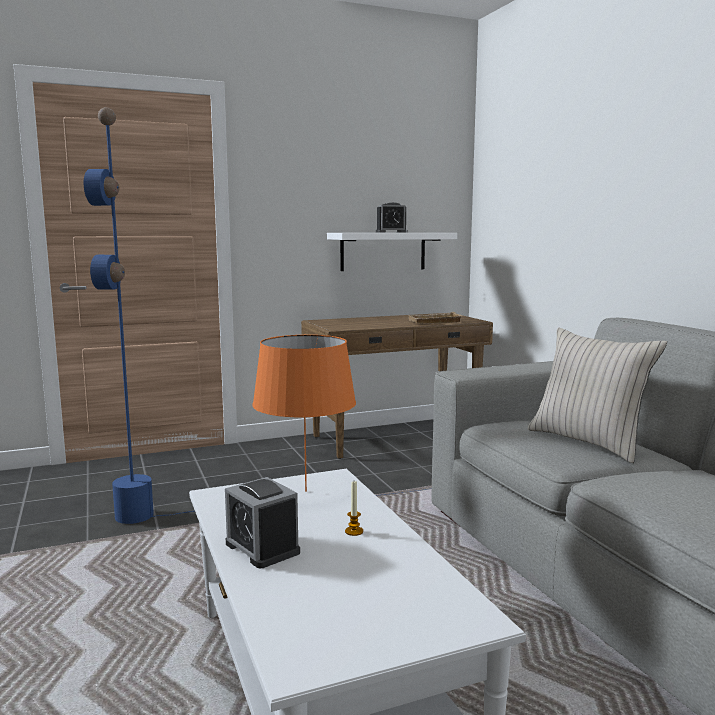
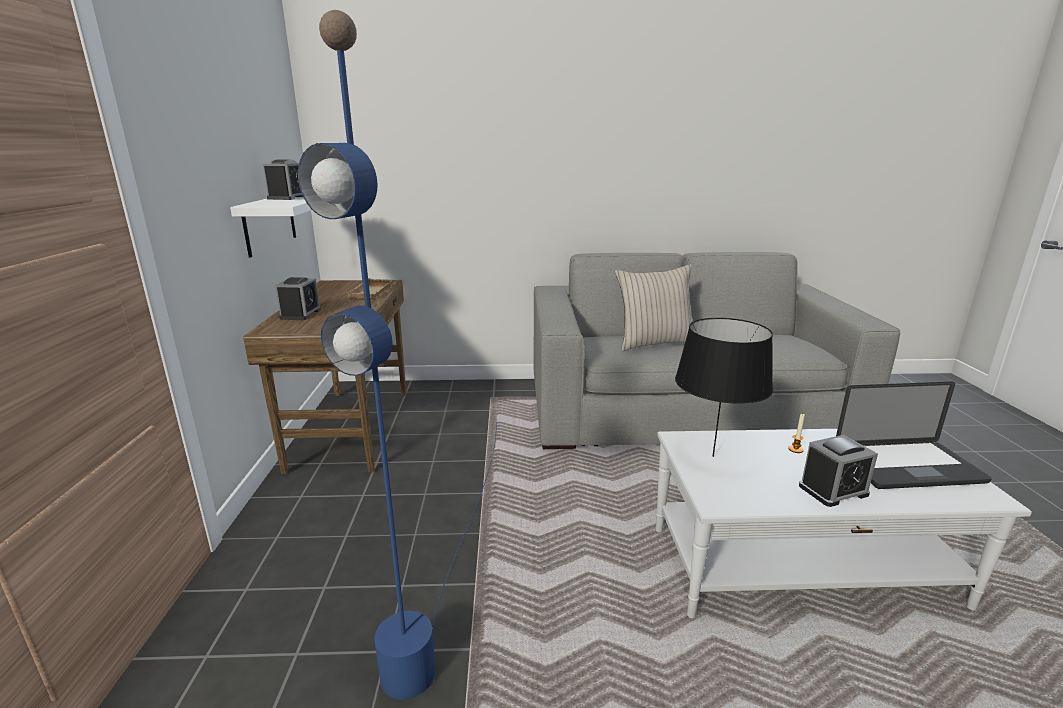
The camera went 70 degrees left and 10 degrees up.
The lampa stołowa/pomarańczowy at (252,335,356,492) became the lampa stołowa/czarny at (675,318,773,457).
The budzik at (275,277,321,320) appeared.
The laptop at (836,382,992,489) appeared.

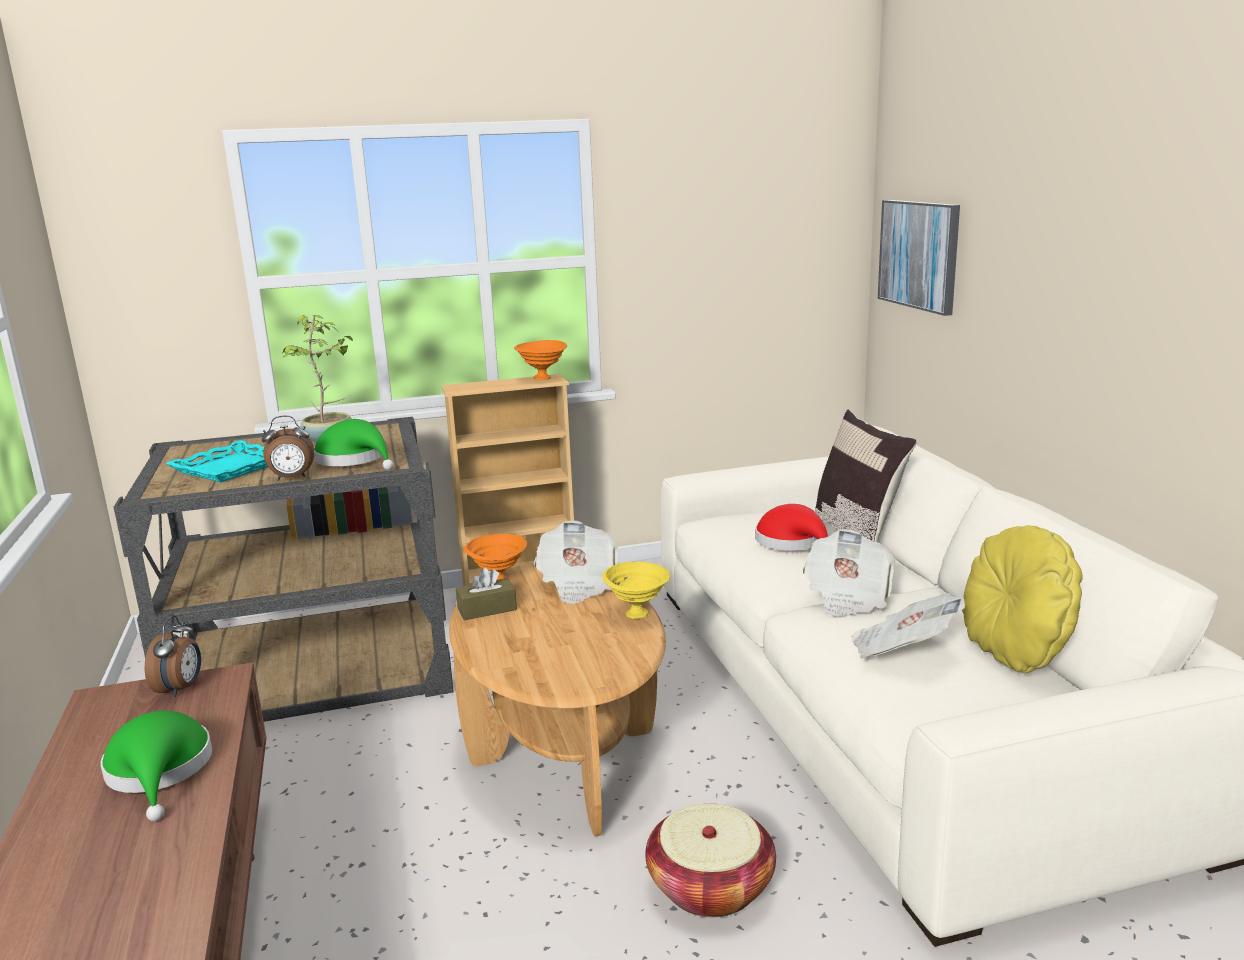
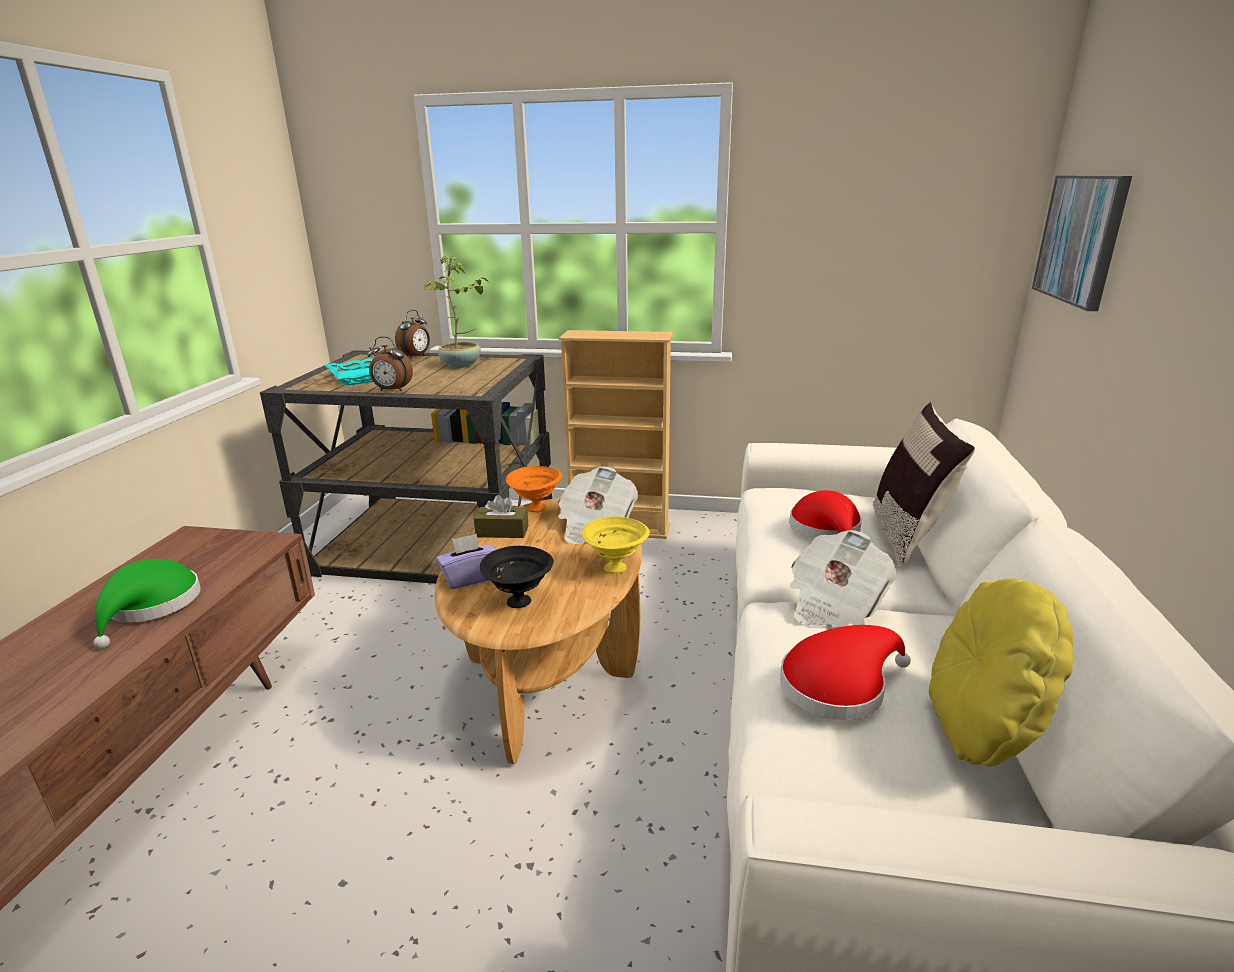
The camera went 25 degrees right and 5 degrees up.
The miska/pomarańczowy at (514,340,567,380) disappeared.
The kapelusz/zielony at (314,419,394,470) disappeared.
The gazeta at (851,593,965,658) was replaced by the kapelusz/czerwony at (780,625,911,720).
The budzik moved from (145,616,201,697) to (395,310,430,358).
The koszyk at (645,804,776,917) disappeared.
The pudełko chusteczek/fioletowy at (436,534,497,589) appeared.
The miska/czarny at (480,546,554,608) appeared.

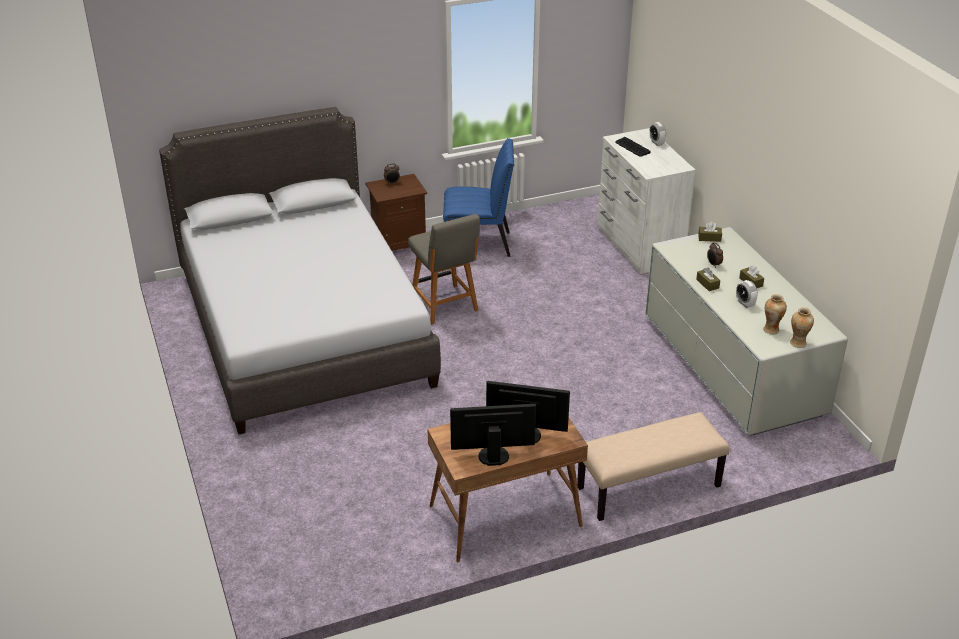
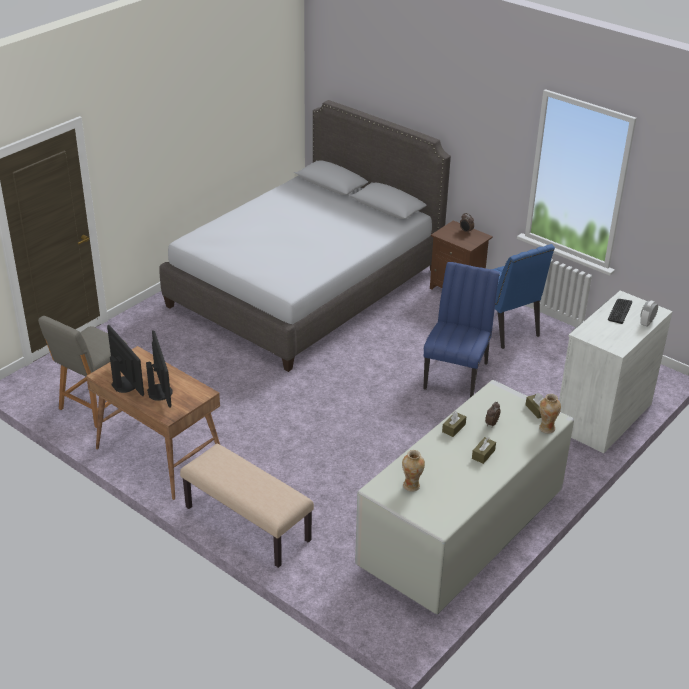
The camera went 60 degrees right and 0 degrees up.
The krzesło/szary moved from (408,214,480,324) to (38,316,127,428).
The budzik at (736,280,758,308) disappeared.
The wazon moved from (790,307,814,348) to (539,394,561,433).
The krzesło/niebieski at (423,262,500,398) appeared.

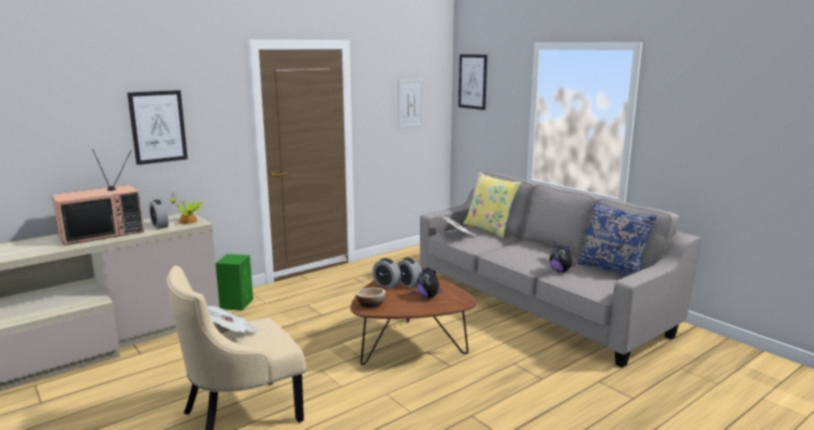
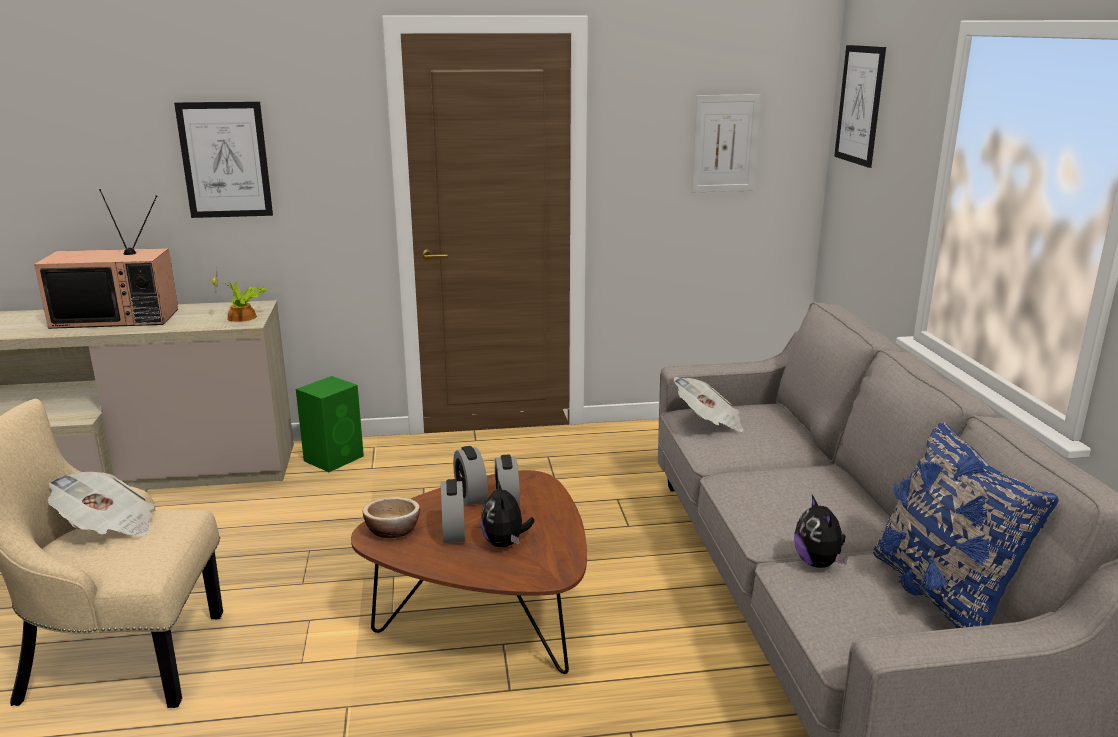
The camera went 30 degrees right and 5 degrees up.
The poduszka/żółty at (463,172,521,238) disappeared.
The budzik moved from (149,199,169,229) to (441,479,465,543).

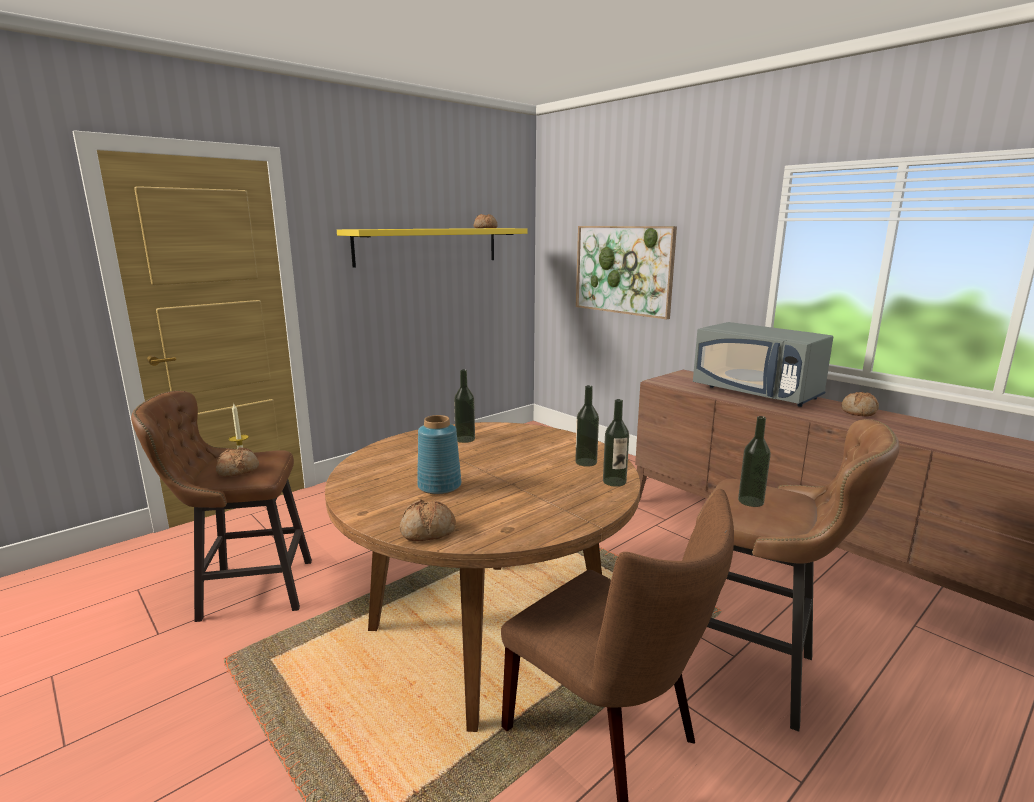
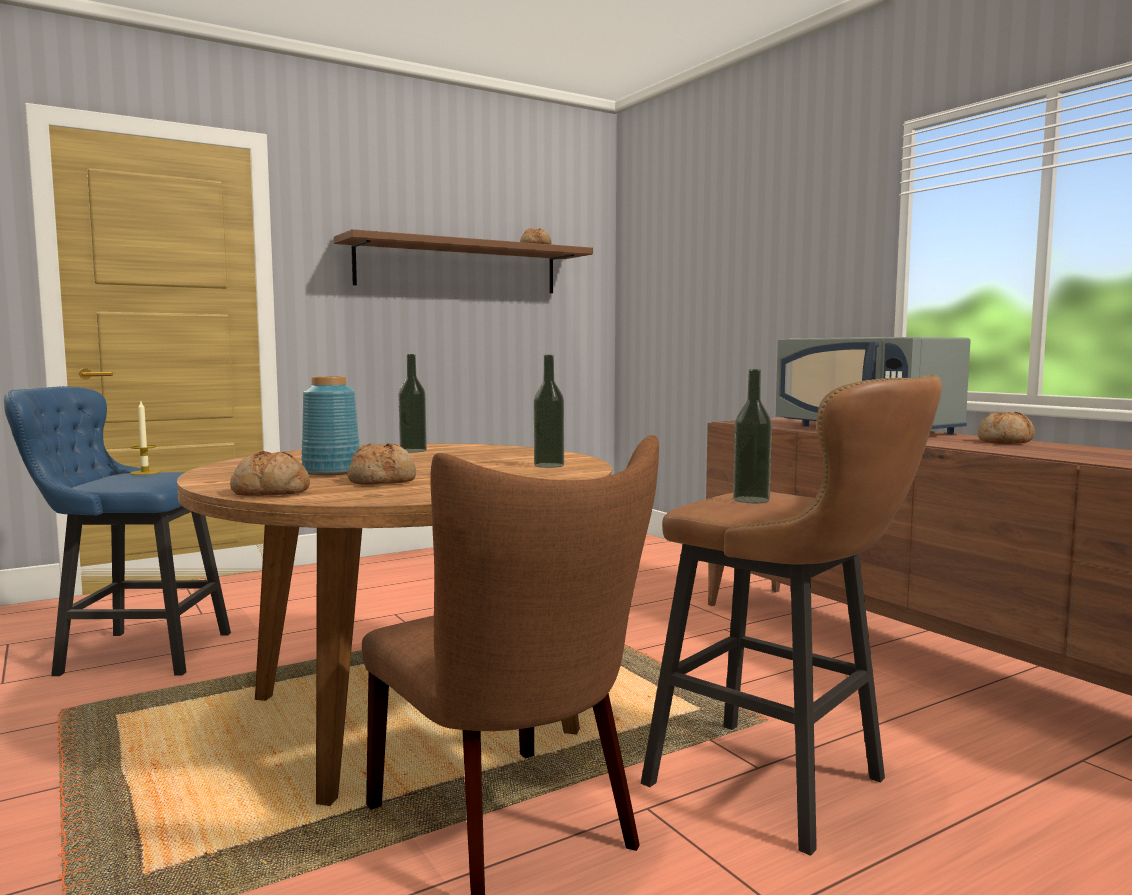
The camera went 10 degrees right and 10 degrees down.
The obraz at (576,226,677,319) disappeared.
The półka/żółty at (337,228,528,268) became the półka/brązowy at (334,229,593,293).
The stołek/brązowy at (131,391,312,622) became the stołek/niebieski at (4,386,231,676).
The butelka at (603,399,629,487) disappeared.
The chleb moved from (216,447,259,477) to (347,443,416,485).

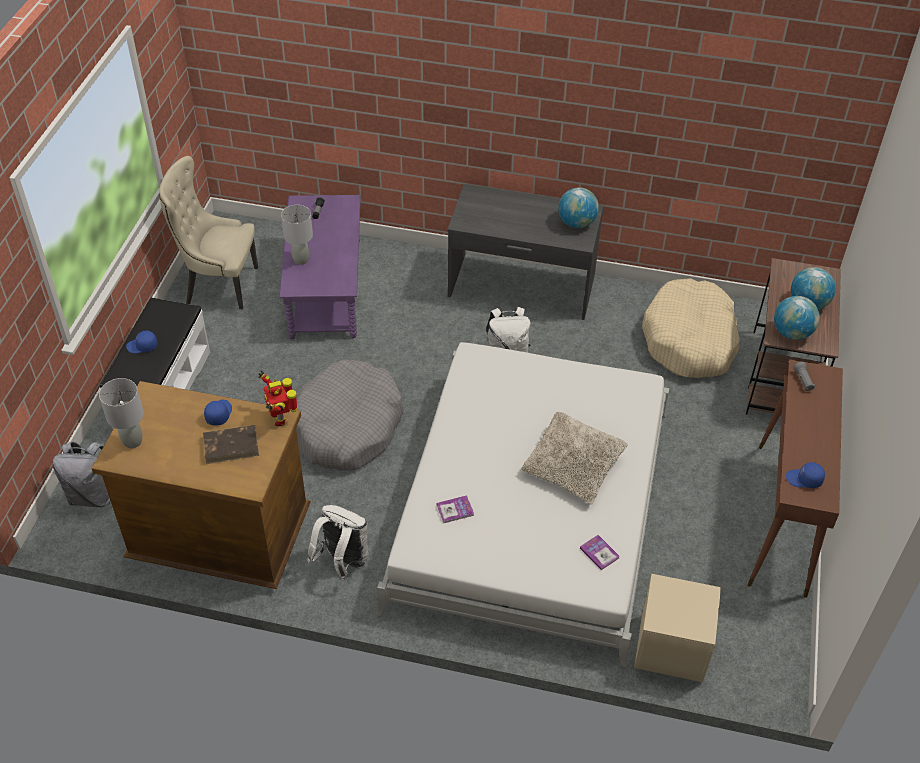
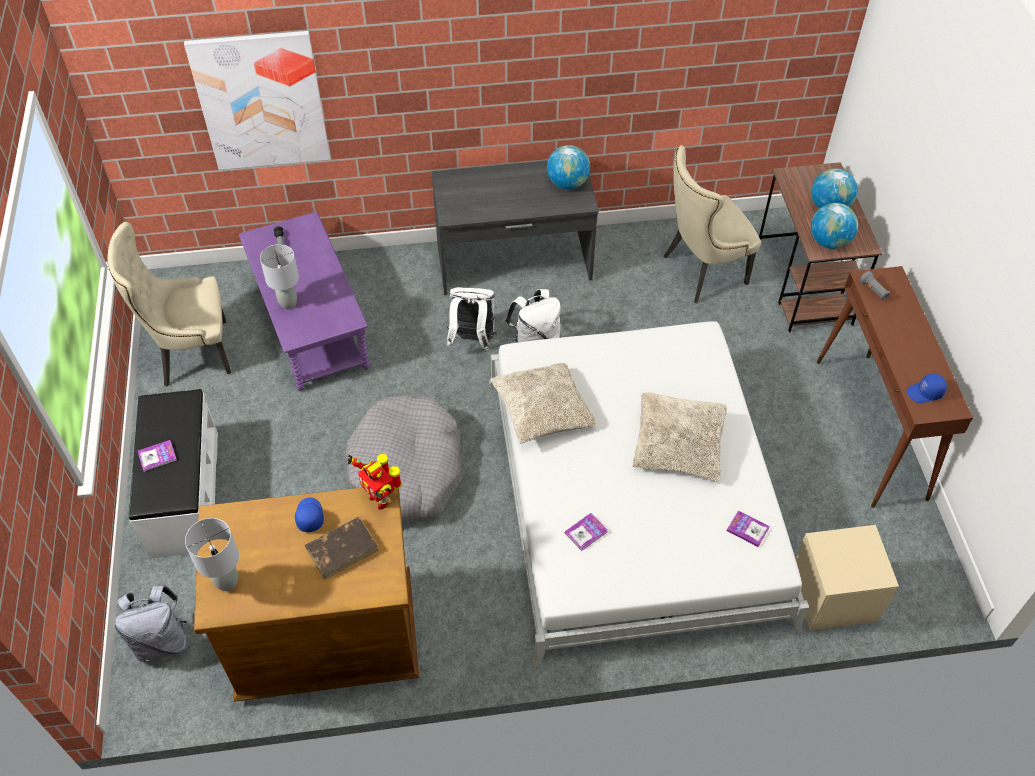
The camera went 20 degrees left and 5 degrees up.
The legowisko/beżowy at (642,278,740,378) was replaced by the krzesło/beżowy at (664,145,761,303).
The czapka z daszkiem/niebieski at (126,330,157,353) was replaced by the książka at (138,440,177,472).
The plecak/biały moved from (307,505,368,581) to (447,287,497,351).
The obraz at (184,31,330,170) appeared.
The poduszka/beżowy at (490,363,596,444) appeared.

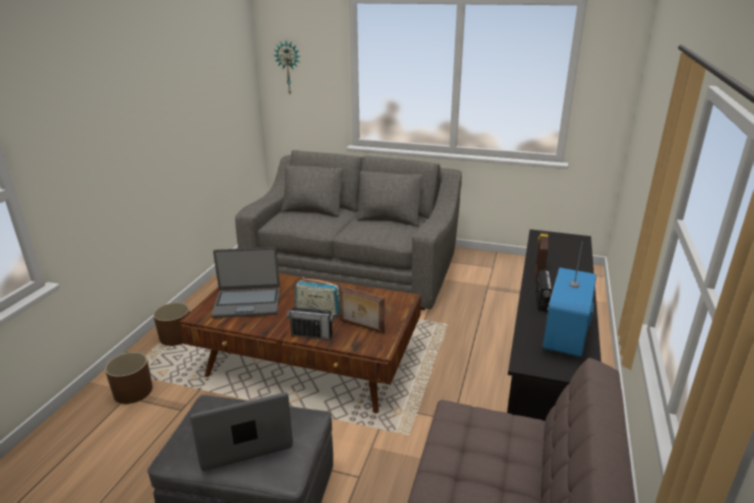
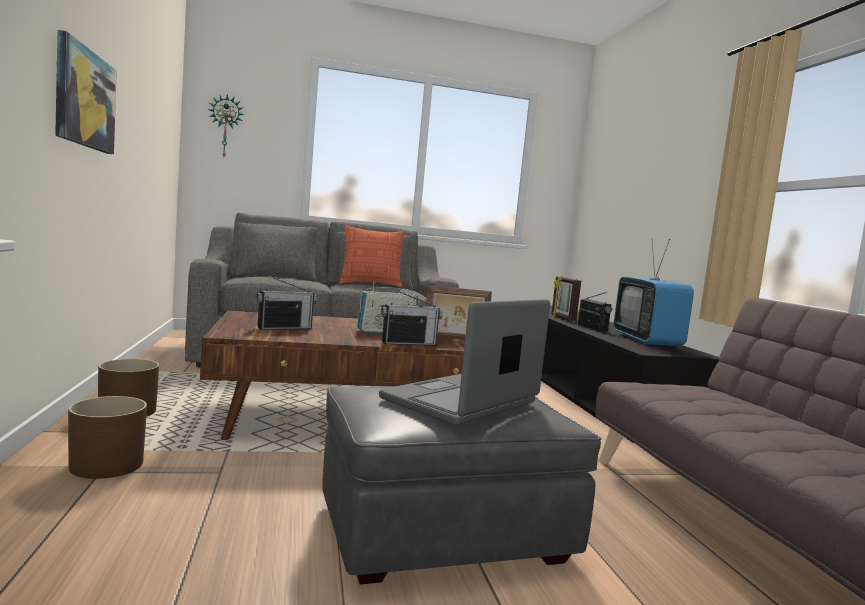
The camera went 30 degrees left and 20 degrees down.
The laptop at (211,247,280,318) was replaced by the radio at (256,275,317,329).
The obraz at (55,30,117,154) appeared.
The poduszka/pomarańczowy at (340,225,404,287) appeared.

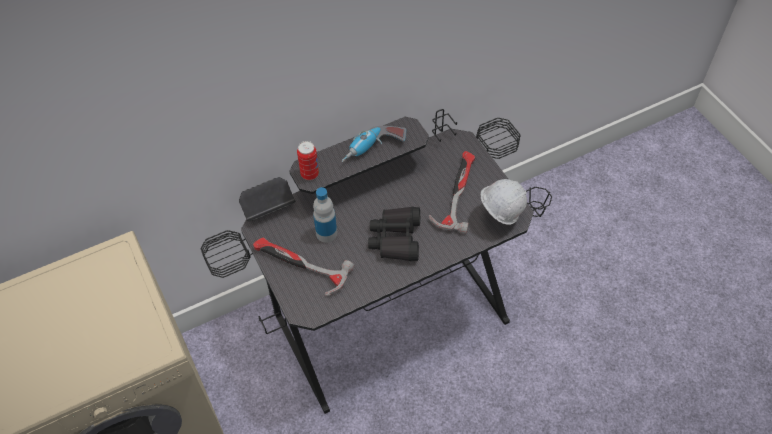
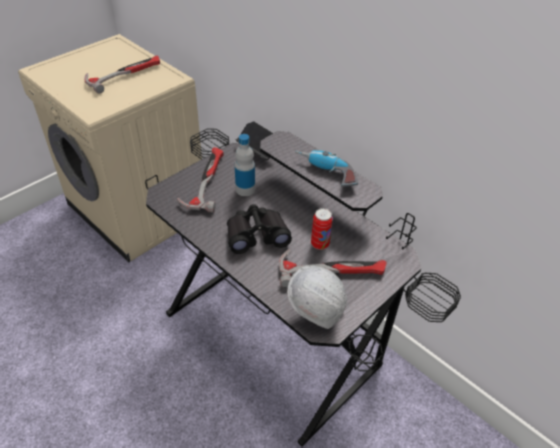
The camera went 70 degrees right and 10 degrees down.
The puszka moved from (297,141,319,180) to (311,208,333,250).
The młotek at (84,55,160,94) appeared.

